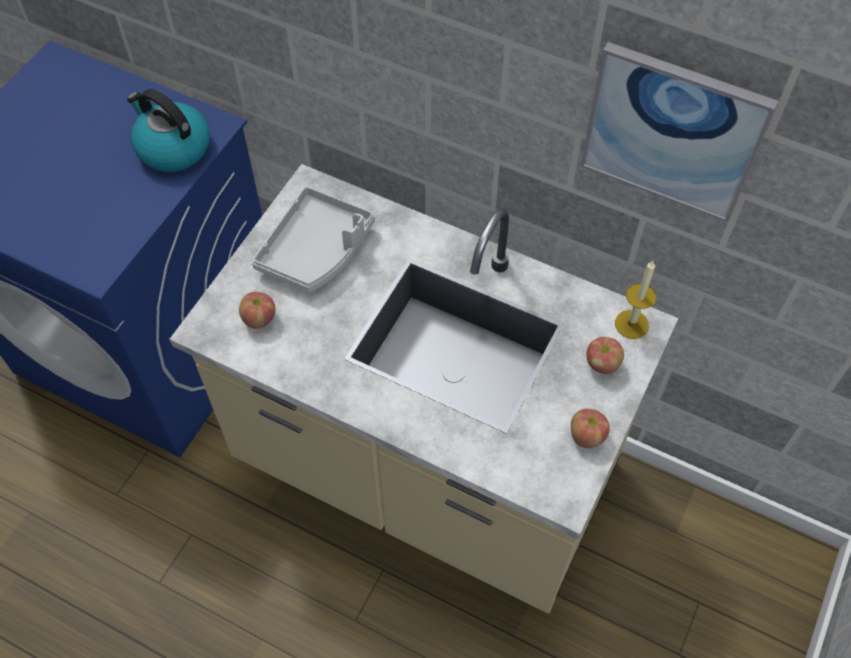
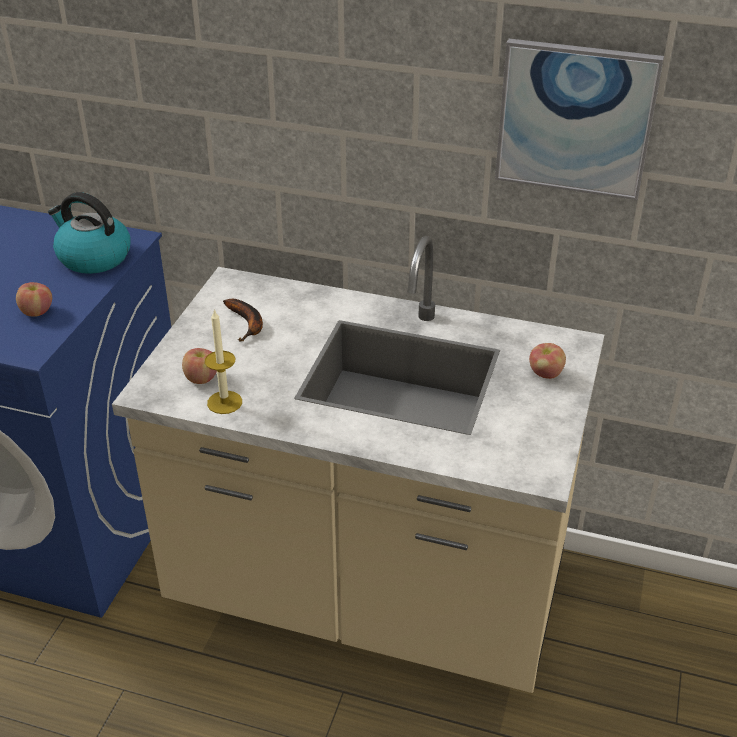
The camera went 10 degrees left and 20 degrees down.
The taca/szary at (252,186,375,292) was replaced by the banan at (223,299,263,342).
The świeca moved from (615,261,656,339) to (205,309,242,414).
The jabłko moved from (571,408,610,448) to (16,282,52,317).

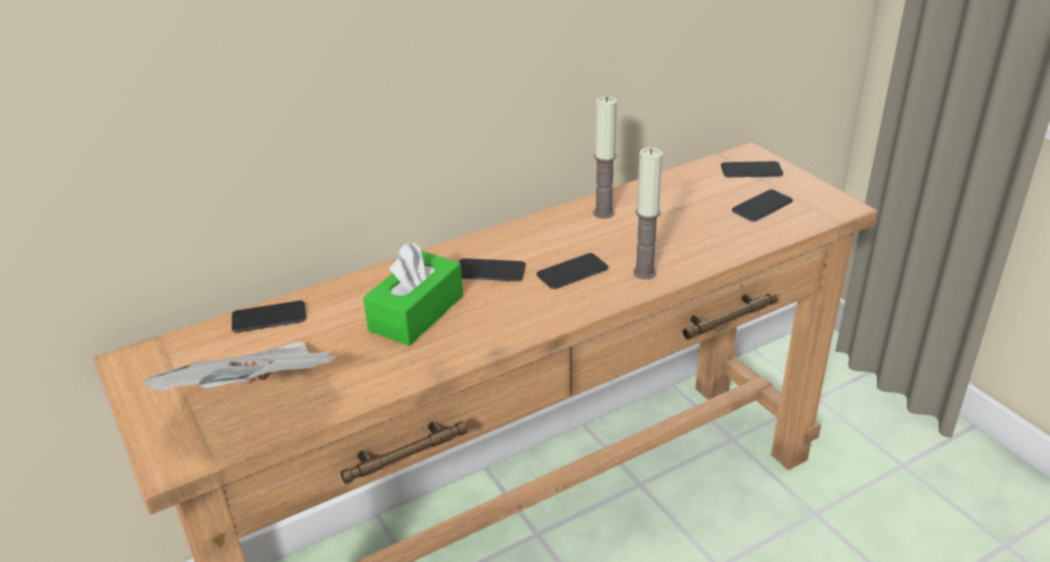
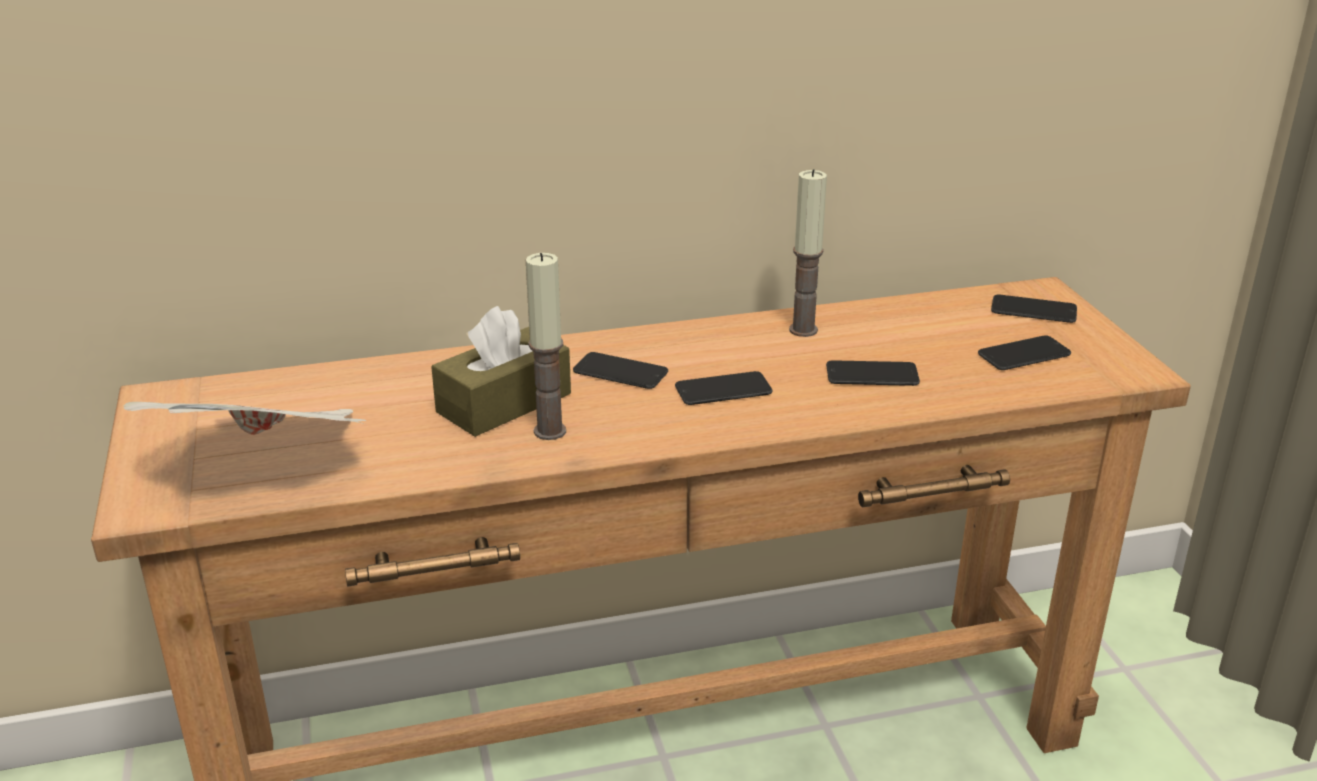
The camera went 15 degrees right and 5 degrees down.
The świeca moved from (633,148,663,279) to (526,253,566,440).
The pudełko chusteczek/zielony at (363,242,463,346) became the pudełko chusteczek/brązowy at (431,306,571,437).
The telefon moved from (232,300,306,333) to (826,360,920,386).

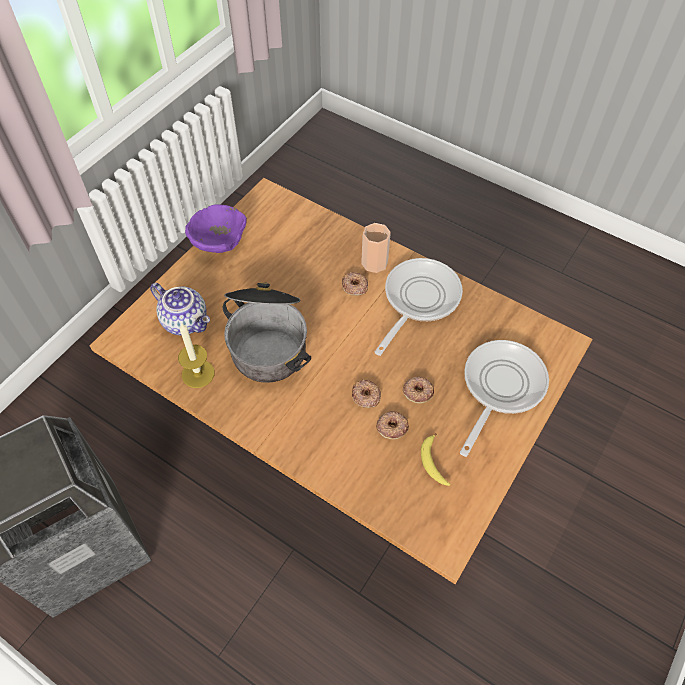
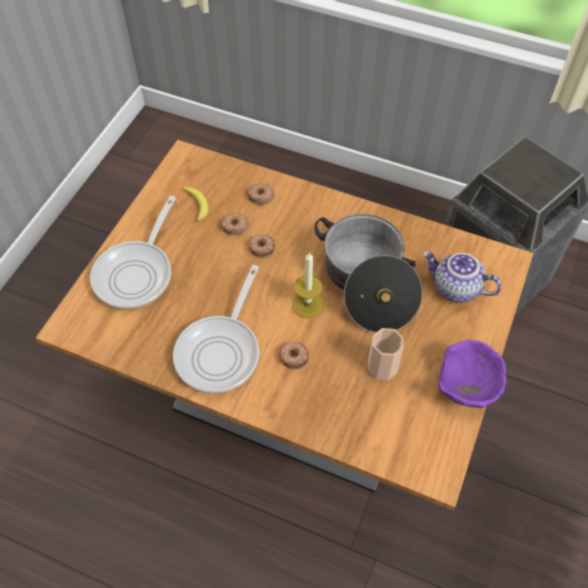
The camera went 170 degrees right and 0 degrees up.
The filiżanka moved from (361,223,391,273) to (368,328,404,380).
The świeca moved from (178,324,214,388) to (292,252,324,318).
The donut moved from (403,376,434,404) to (247,183,274,205).

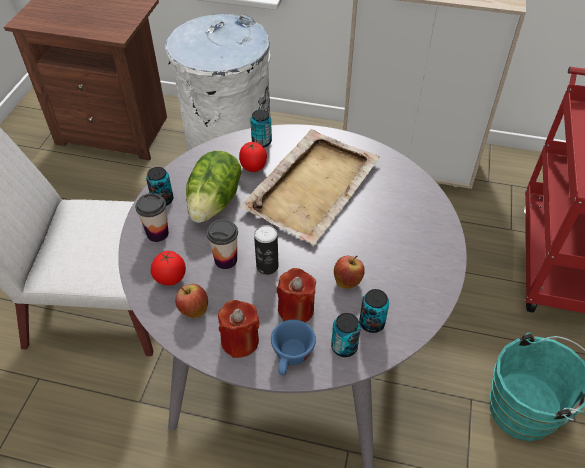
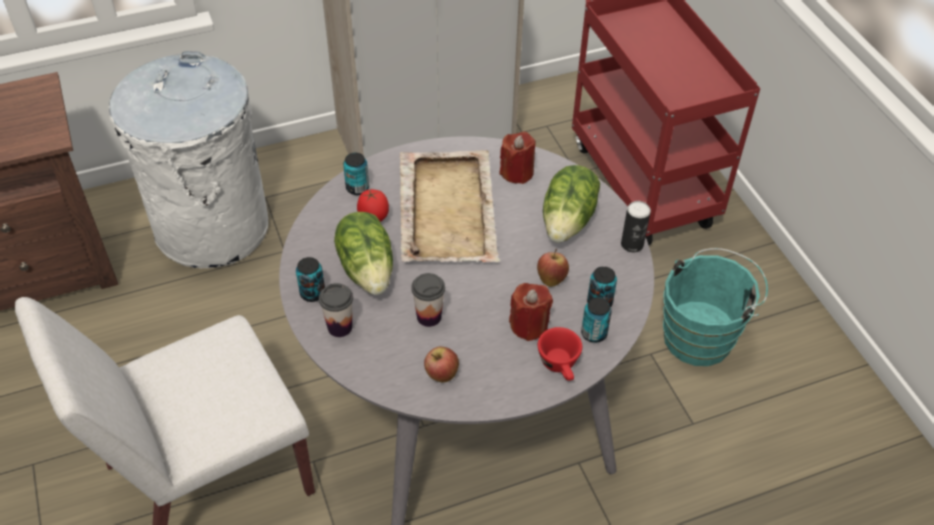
The camera went 35 degrees left and 0 degrees up.
The puszka moved from (254,225,278,275) to (621,201,651,253).
The pomidor at (151,251,186,285) disappeared.
The świeca/czerwony moved from (218,300,259,358) to (500,132,535,184).
The filiżanka/niebieski at (271,319,316,375) became the filiżanka/czerwony at (538,327,582,381).
The sałata at (543,165,600,243) appeared.

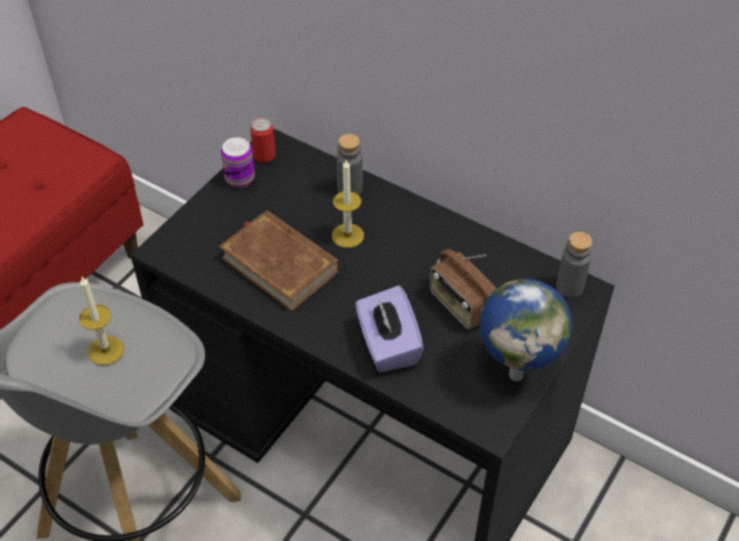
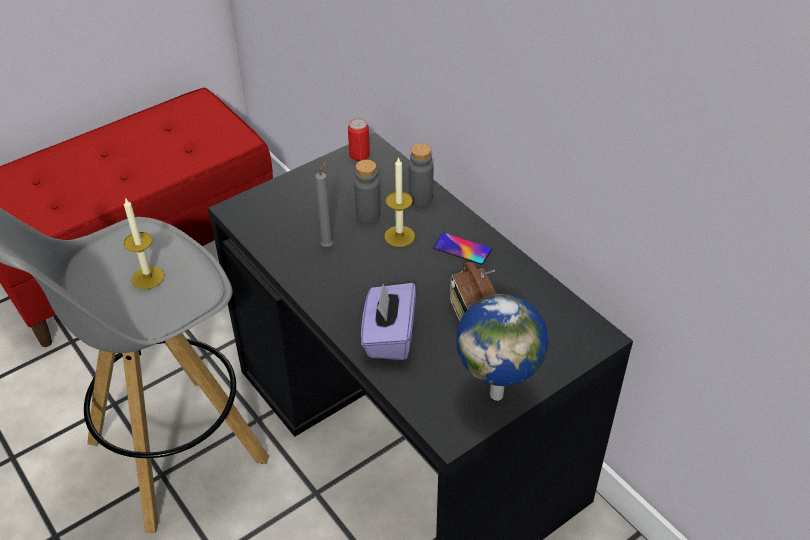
The camera went 20 degrees right and 5 degrees down.
The puszka at (221,137,255,188) disappeared.
The książka/brązowy at (219,210,340,311) was replaced by the świeca/szary at (315,161,333,247).
The butelka/szary moved from (556,232,592,298) to (354,160,380,223).
The telefon at (433,232,492,265) appeared.

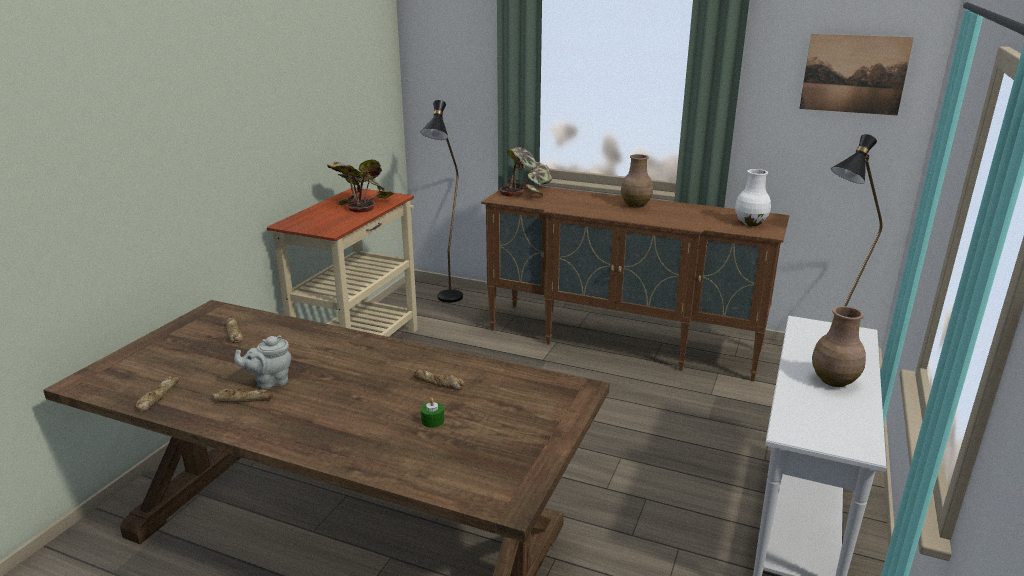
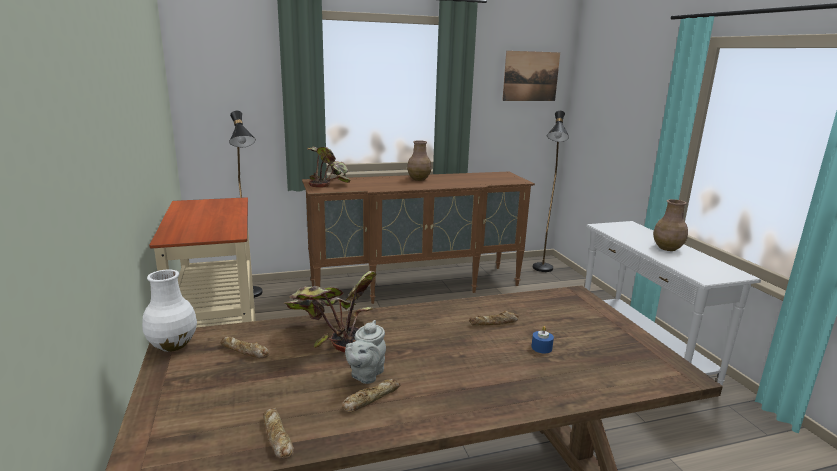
The camera went 40 degrees left and 5 degrees down.
The roślina doniczkowa moved from (327,159,395,212) to (284,271,376,352).
The wazon/biały moved from (735,169,771,226) to (142,270,197,352).
The świeca/zielony at (421,398,444,428) became the świeca/niebieski at (531,326,554,353).

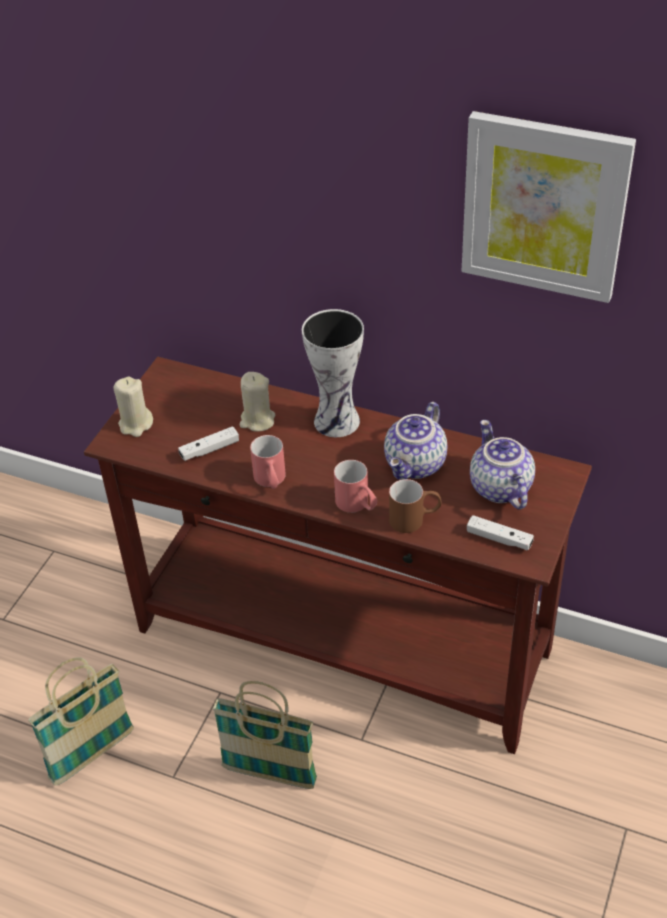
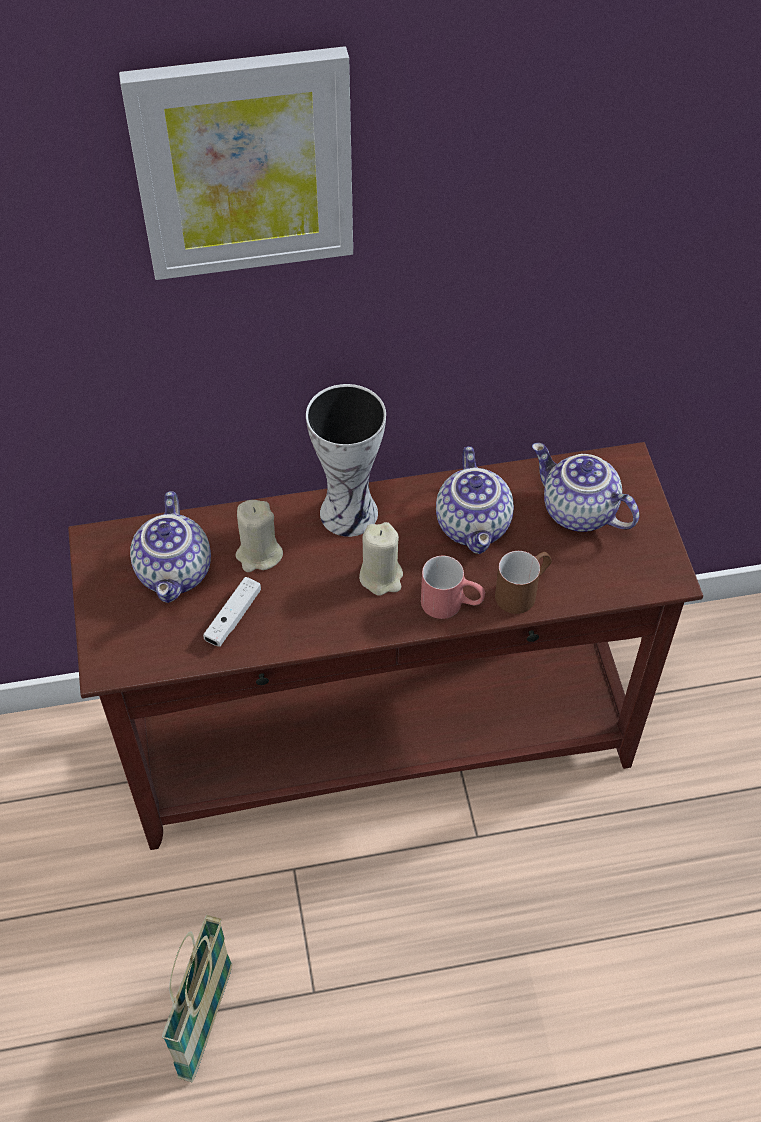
The camera went 35 degrees left and 10 degrees up.
The obraz moved from (462,111,636,303) to (119,46,353,280).
The świeca/beżowy moved from (114,376,153,437) to (359,522,403,595).
The kubek/czerwony at (250,435,286,489) disappeared.
The pad do gier/biały at (467,515,534,551) disappeared.
The koszyk at (213,681,317,789) disappeared.
The imbryk at (130,491,211,603) appeared.

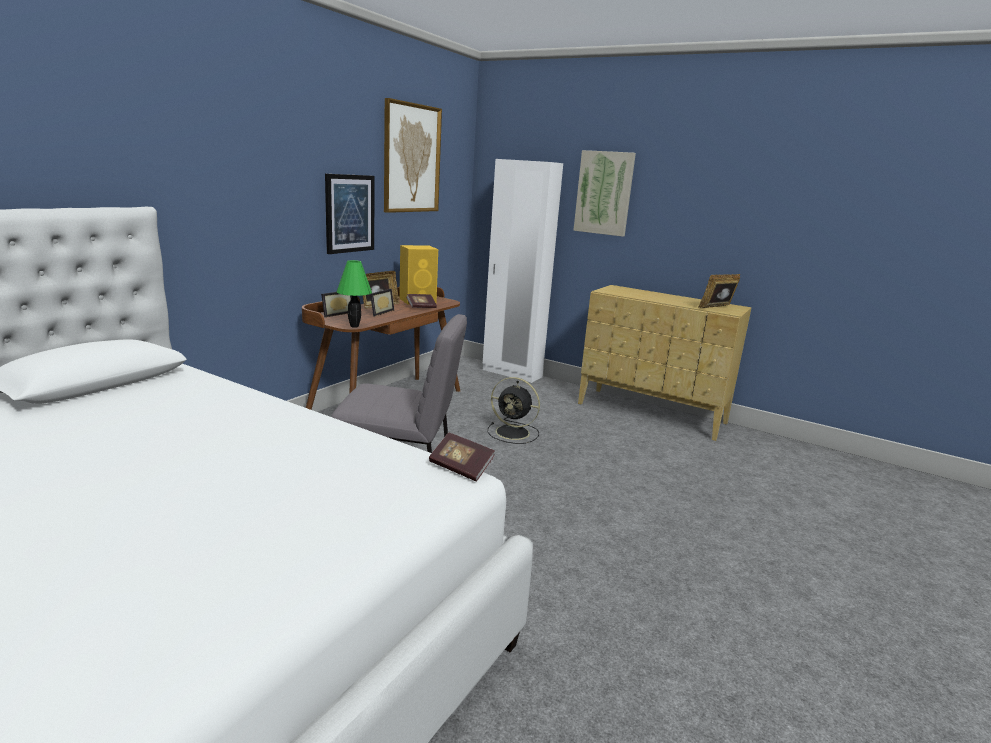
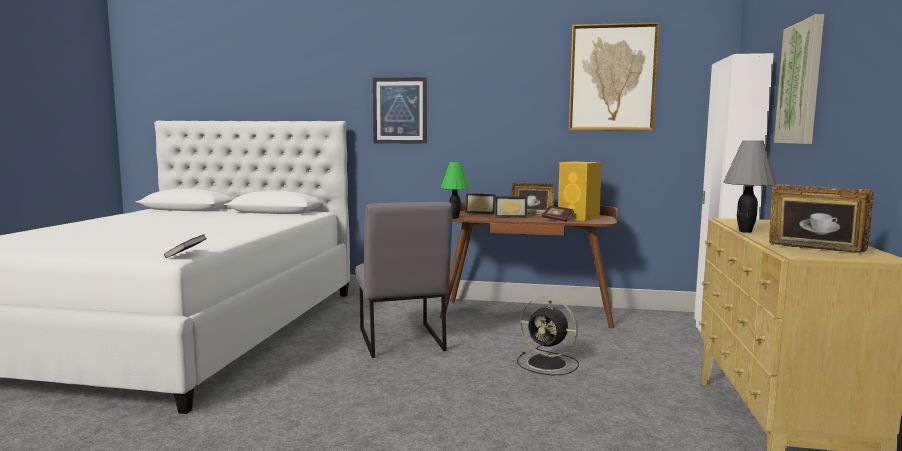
The camera went 70 degrees right and 10 degrees down.
The obraz moved from (325,174,374,254) to (373,77,427,144).
The wentylator/czarny at (488,377,540,444) turned 60 degrees counterclockwise.
The lampa stołowa/szary at (723,140,776,233) appeared.

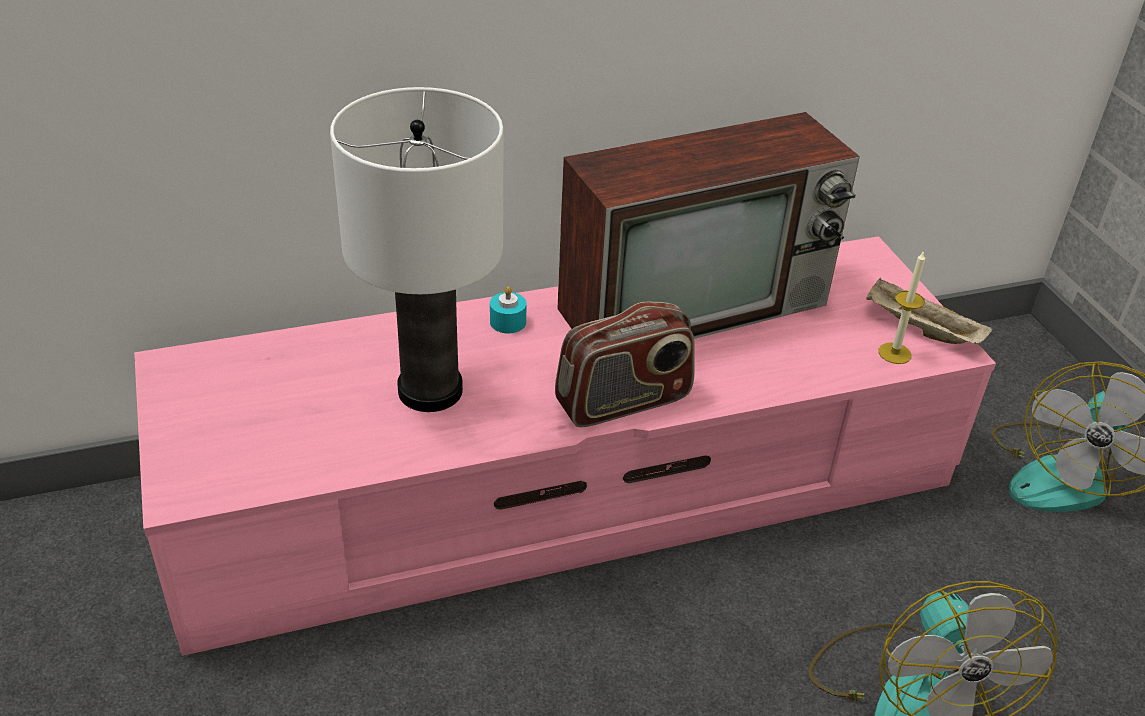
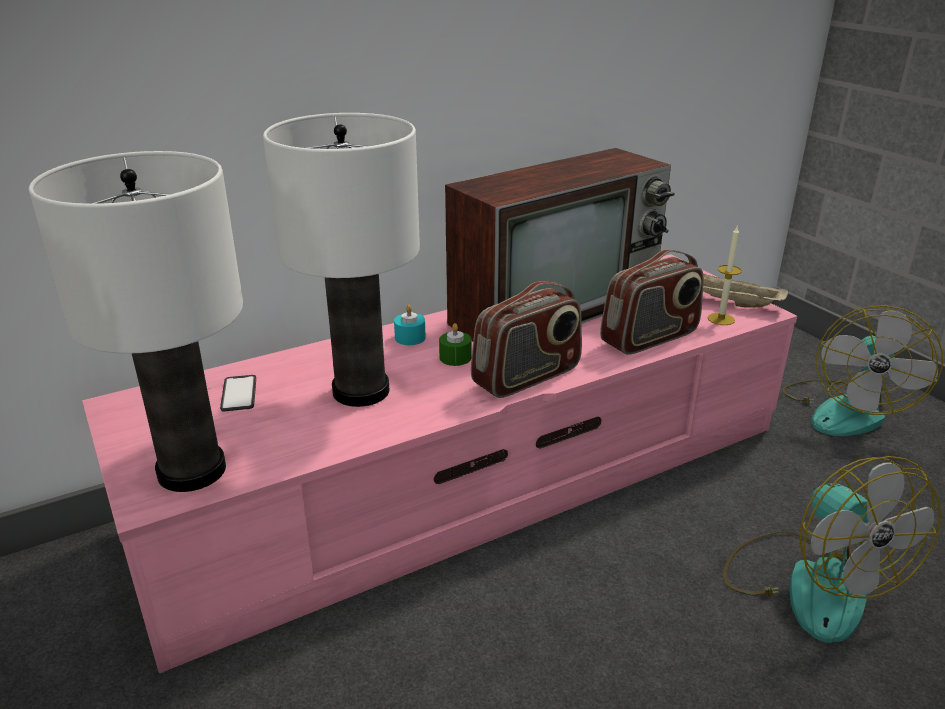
The camera went 10 degrees left and 10 degrees down.
The lampa stołowa/biały at (29,151,243,492) appeared.
The radio at (600,249,704,355) appeared.
The świeca/zielony at (439,323,472,366) appeared.
The telefon at (220,375,256,412) appeared.

